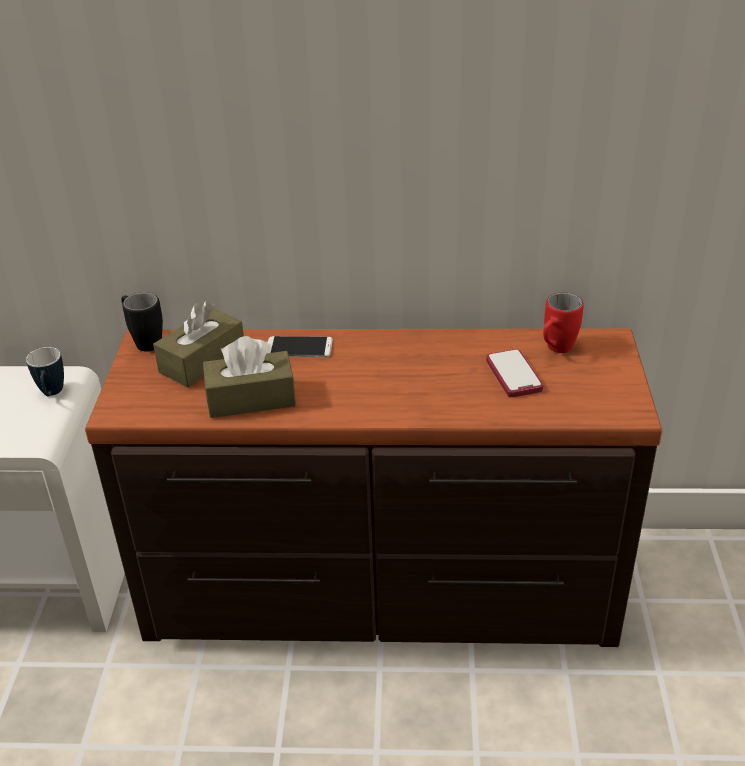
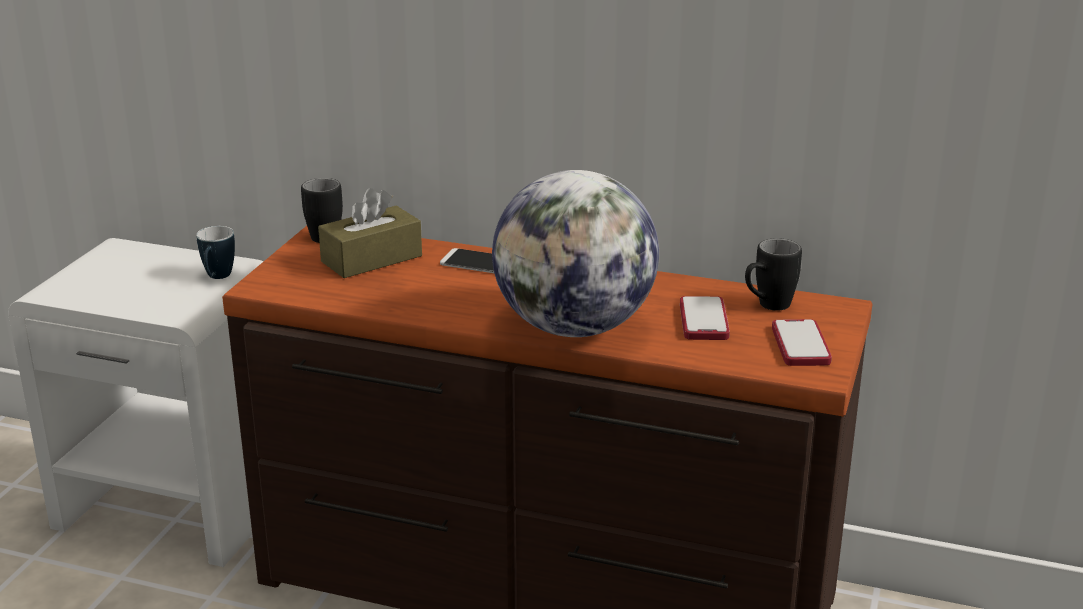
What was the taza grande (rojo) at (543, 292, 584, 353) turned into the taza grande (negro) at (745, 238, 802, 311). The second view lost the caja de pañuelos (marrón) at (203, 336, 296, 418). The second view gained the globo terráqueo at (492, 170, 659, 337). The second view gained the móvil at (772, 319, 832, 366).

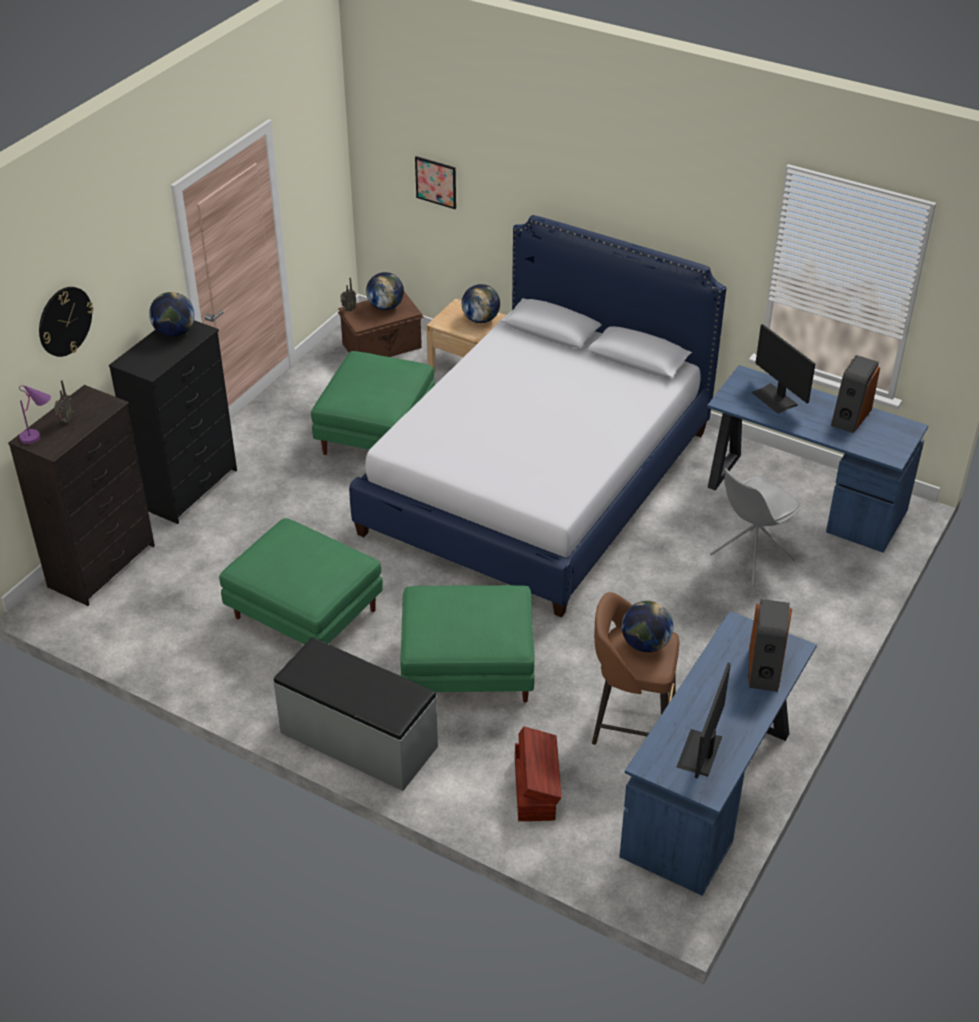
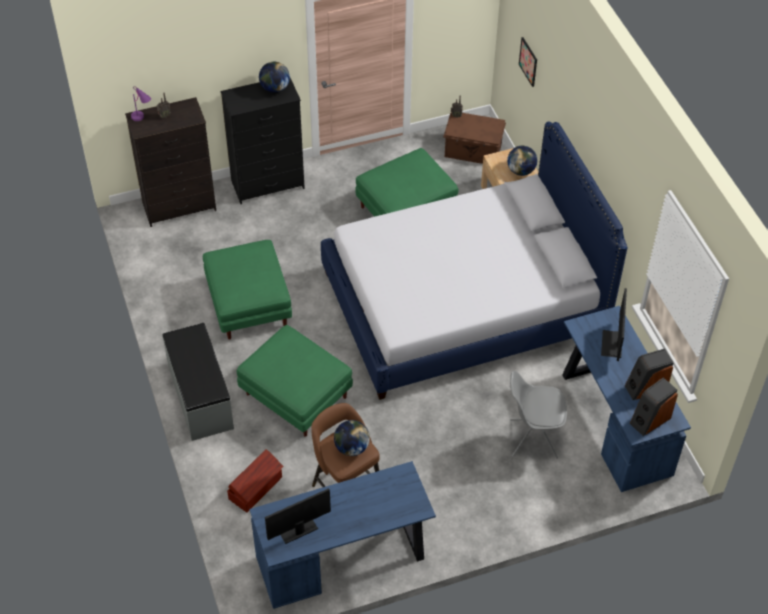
The second view lost the globo terráqueo at (366, 272, 404, 310). The second view lost the reloj de pared at (39, 287, 93, 357). The altavoz ended up elsewhere, having gone from (748, 599, 792, 692) to (630, 377, 678, 436).

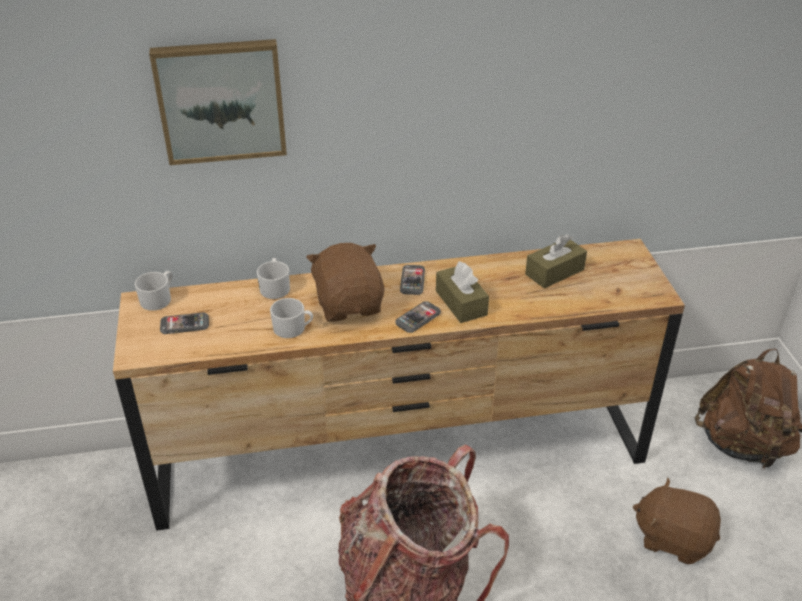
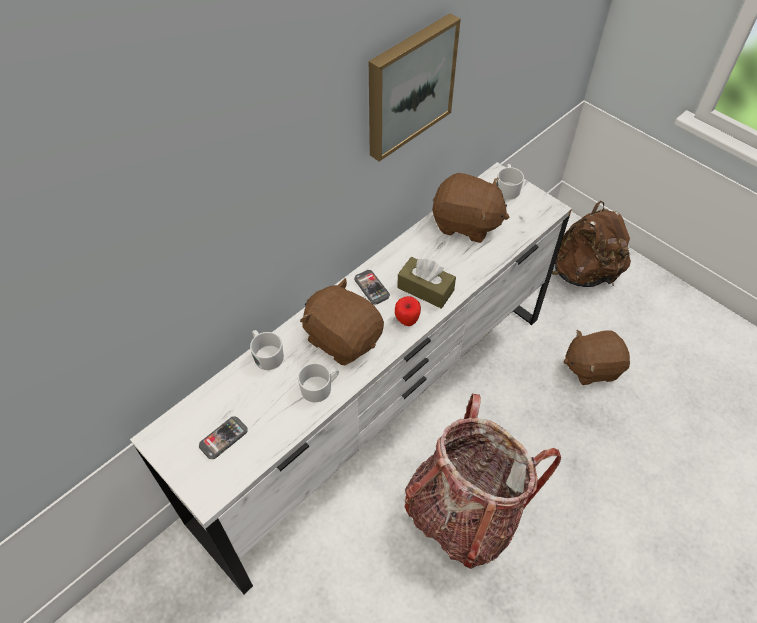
The cuadro ended up elsewhere, having gone from (149, 39, 287, 165) to (369, 13, 461, 162). Where the caja de pañuelos (marrón) stood at (525, 234, 587, 289), the peluche (marrón) came to stand at (432, 173, 509, 243). What was the cómoda (marrón) at (113, 239, 685, 531) turned into the cómoda (blanco) at (130, 162, 572, 594). The taza grande (blanco) ended up elsewhere, having gone from (135, 271, 172, 311) to (497, 164, 524, 200). Where the móvil stood at (395, 301, 441, 333), the manzana came to stand at (395, 296, 421, 326).

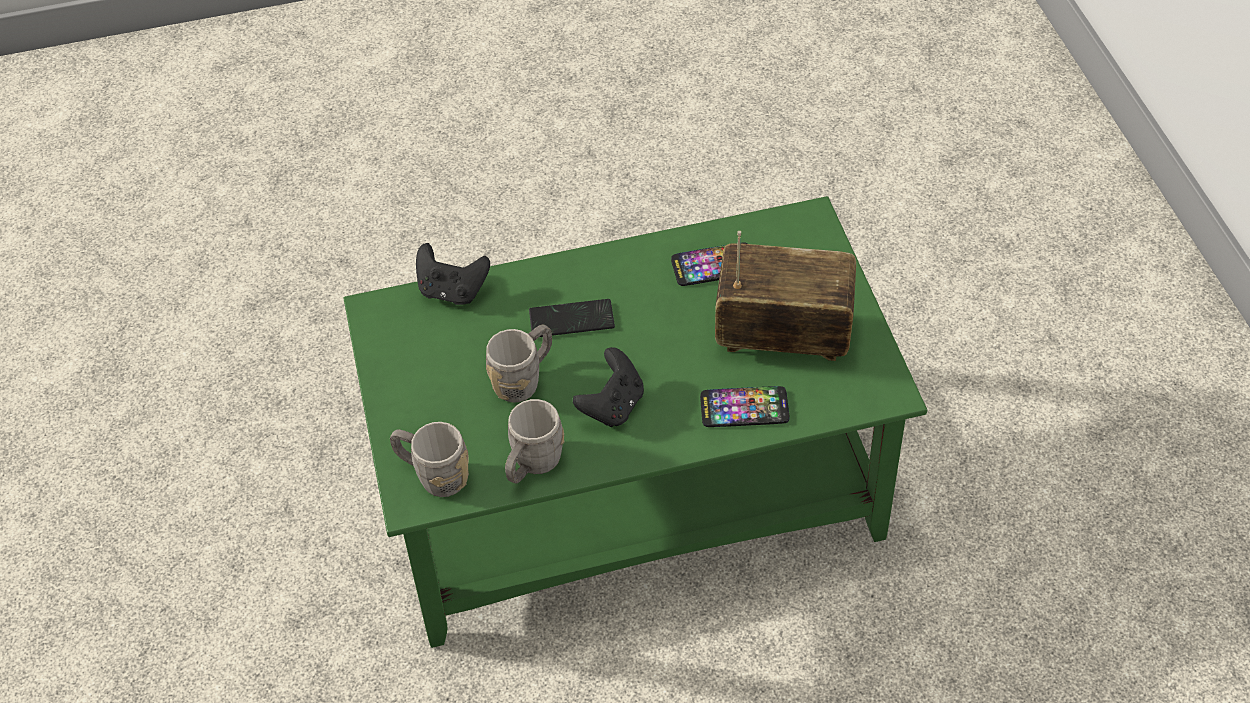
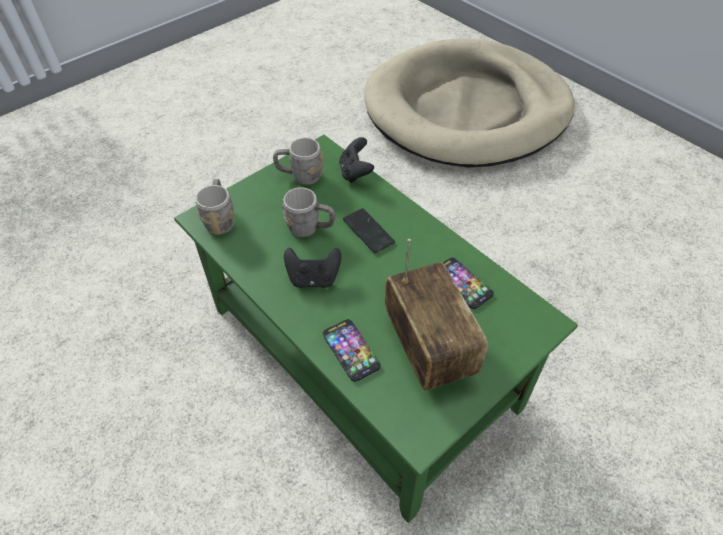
The taza grande (gris) ended up elsewhere, having gone from (505, 399, 565, 484) to (273, 138, 324, 185). The second view gained the cama para perro (beis) at (364, 38, 575, 168).

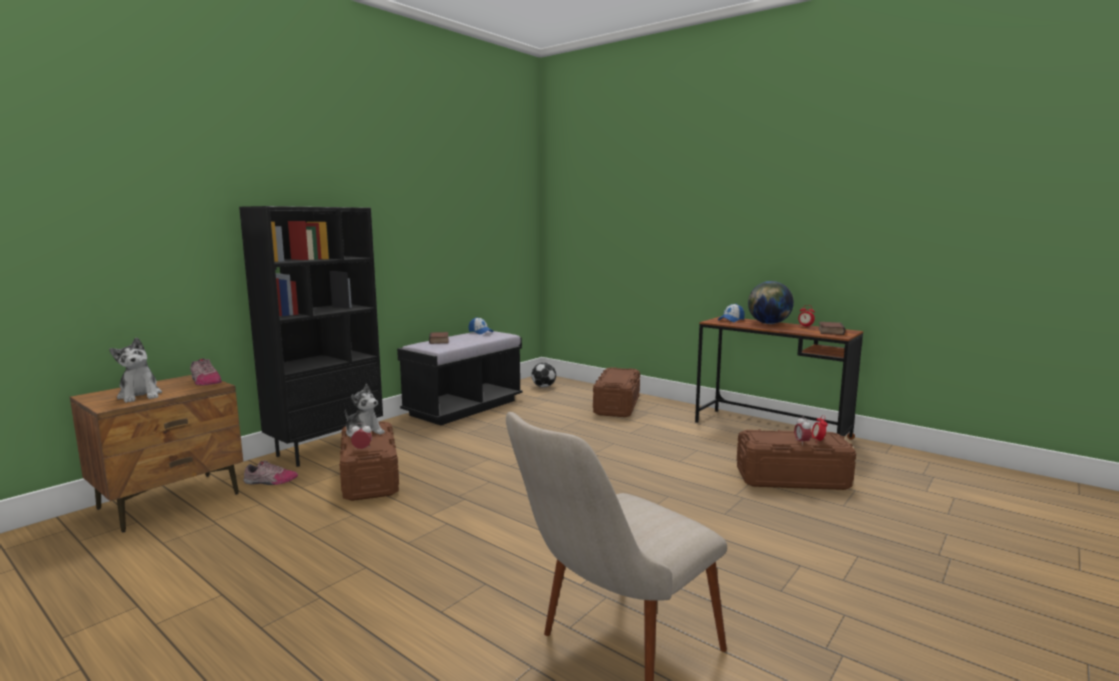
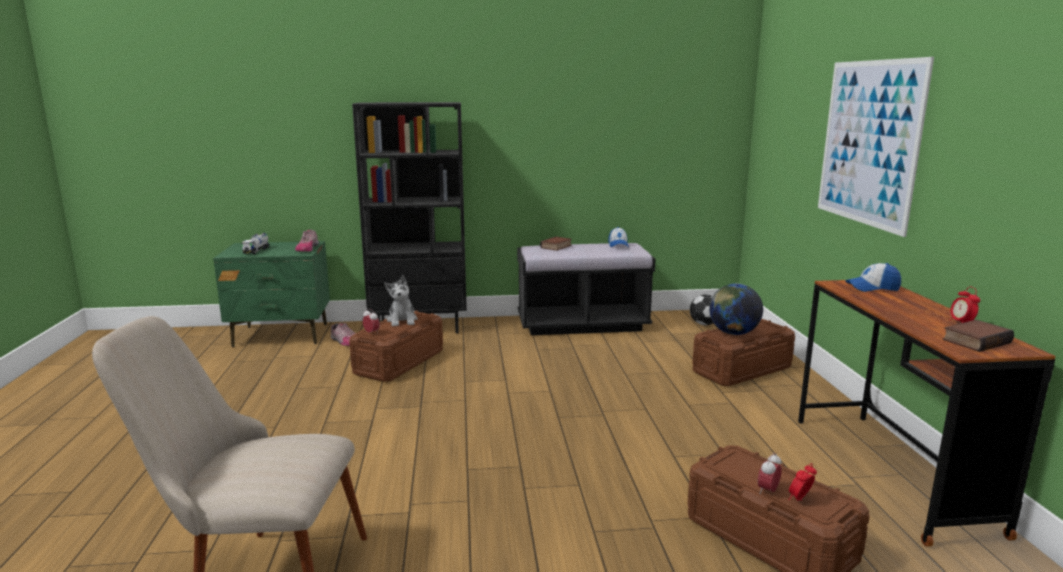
The globo terráqueo ended up elsewhere, having gone from (748, 281, 794, 324) to (709, 284, 763, 335). Where the peluche stood at (109, 338, 162, 403), the camión de juguete came to stand at (242, 233, 270, 254). What was the mesita de noche (marrón) at (70, 375, 243, 532) turned into the mesita de noche (verde) at (213, 241, 330, 347). The second view gained the cuadro at (818, 57, 934, 237).

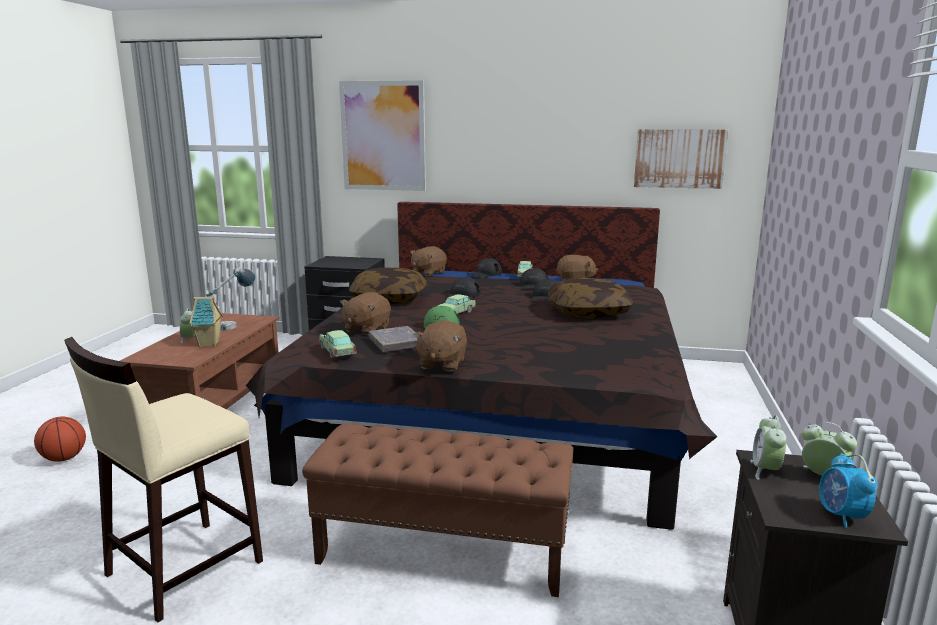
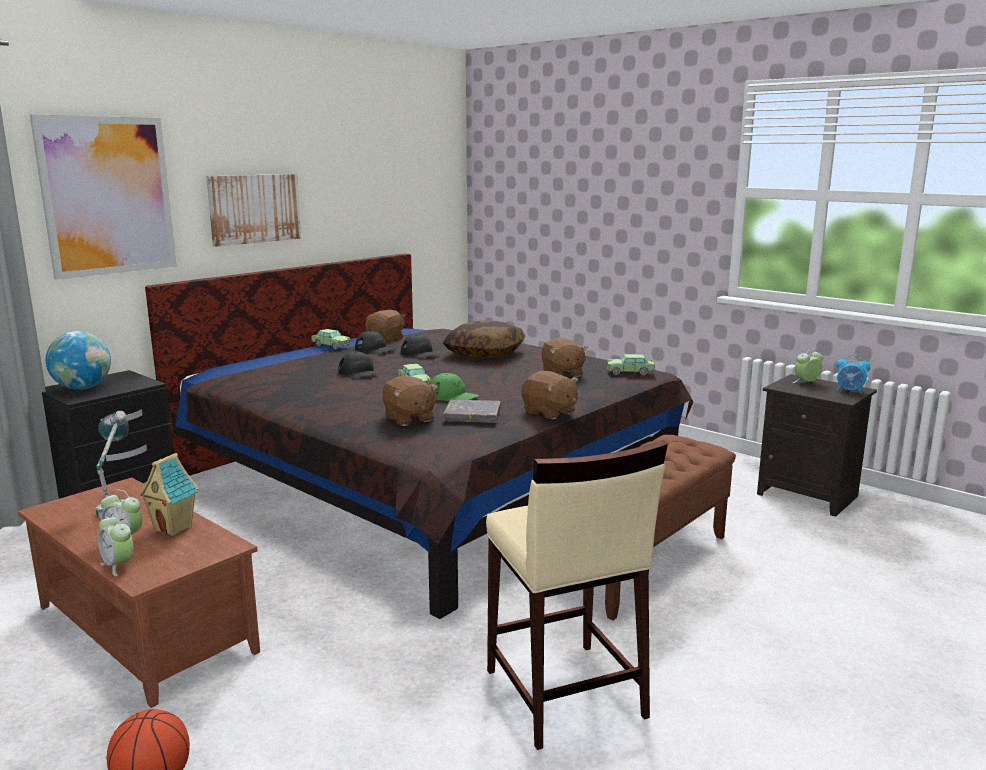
The cuadro ended up elsewhere, having gone from (634, 129, 728, 189) to (206, 174, 301, 247). The peluche (marrón) ended up elsewhere, having gone from (410, 246, 447, 276) to (541, 338, 588, 377). The second view lost the gorra (negro) at (468, 258, 502, 278). The second view lost the cojín at (349, 267, 426, 304). The coche de juguete ended up elsewhere, having gone from (319, 330, 356, 358) to (607, 354, 655, 375). The despertador ended up elsewhere, having gone from (750, 415, 787, 480) to (98, 513, 134, 576). The second view gained the globo terráqueo at (46, 331, 111, 390).

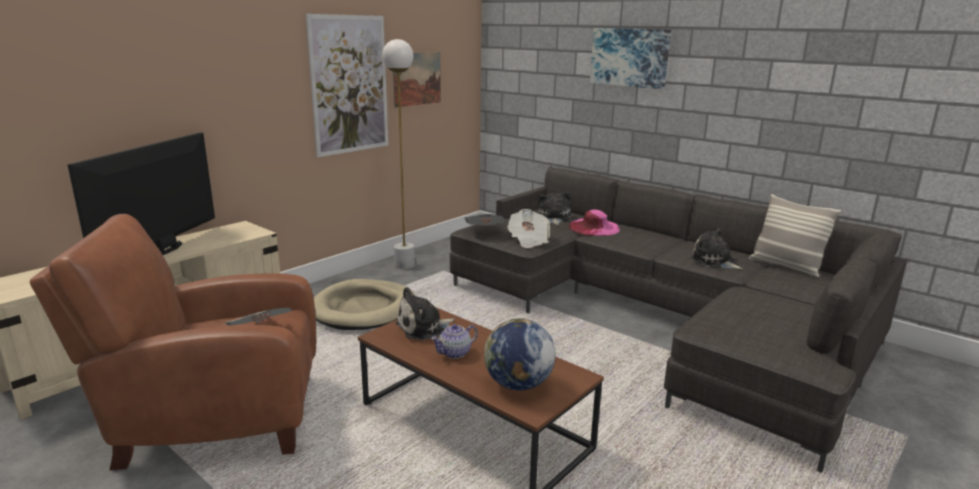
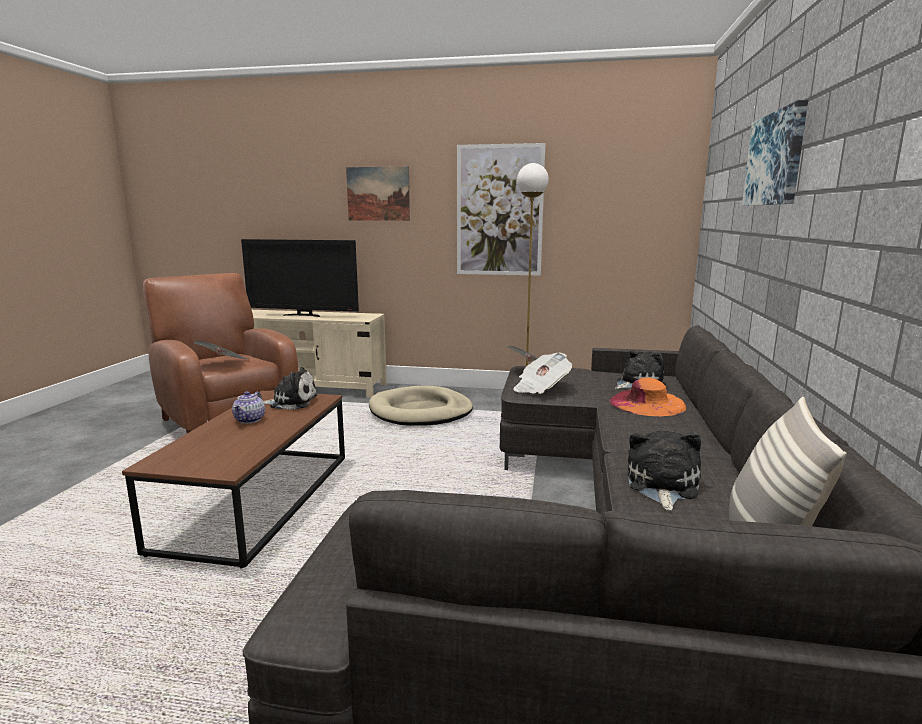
The cuadro ended up elsewhere, having gone from (393, 52, 441, 107) to (346, 166, 410, 221). The televisor at (67, 132, 215, 255) ended up facing another way, 150 degrees counterclockwise from before. What was the sombrero (rosa) at (569, 210, 620, 236) turned into the sombrero (naranja) at (609, 377, 686, 416). The peluche at (396, 287, 455, 340) ended up facing another way, 150 degrees clockwise from before. The second view lost the globo terráqueo at (484, 318, 556, 391). The tetera at (431, 324, 478, 359) ended up facing another way, 105 degrees counterclockwise from before.

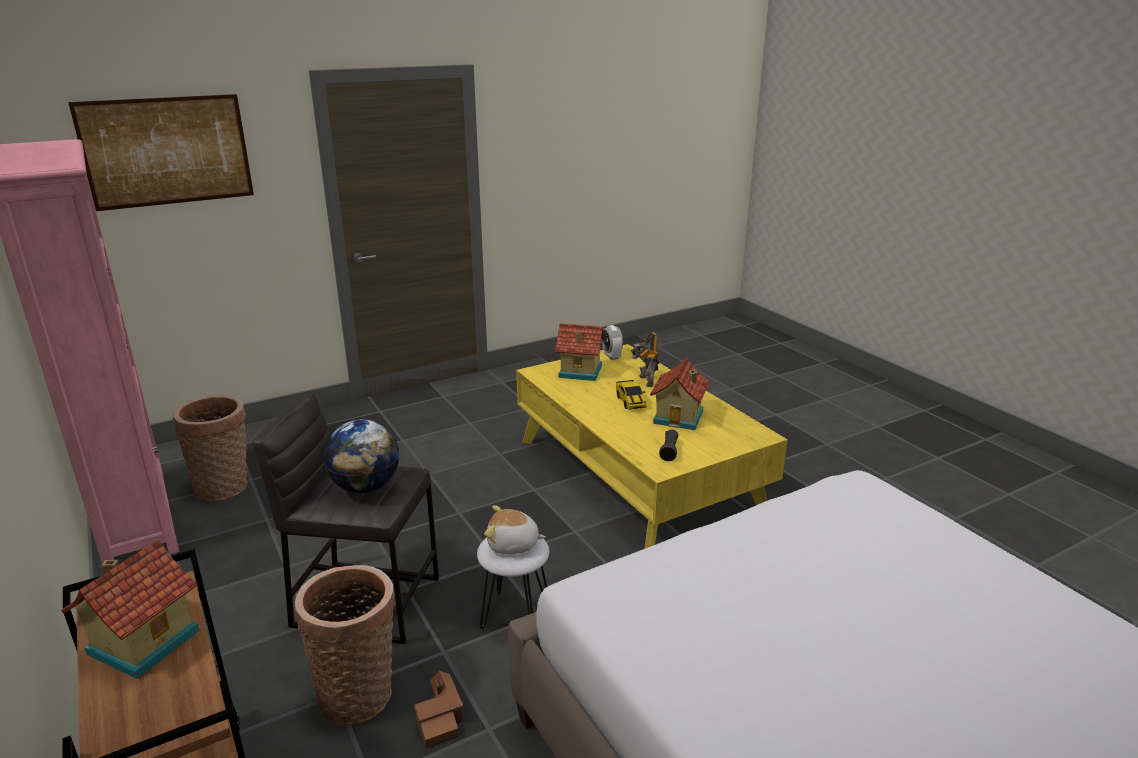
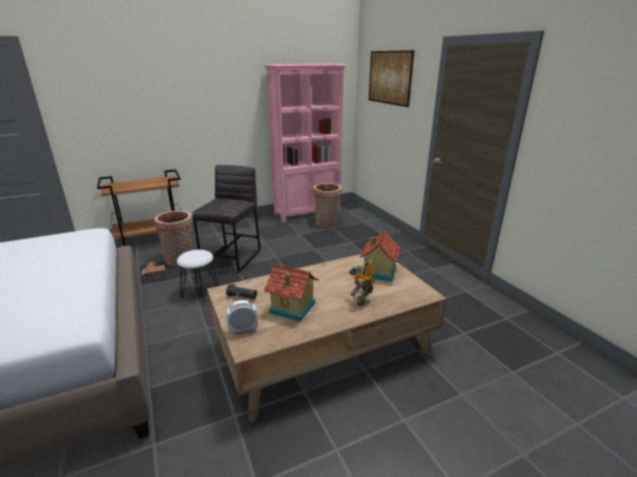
The despertador ended up elsewhere, having gone from (601, 325, 623, 360) to (226, 300, 258, 334). The robot de juguete at (631, 332, 659, 387) ended up facing another way, 60 degrees counterclockwise from before. What was the mesa de centro (amarillo) at (516, 344, 787, 549) turned into the mesa de centro (marrón) at (207, 254, 447, 422). The second view lost the coche de juguete at (616, 380, 647, 410). The second view lost the globo terráqueo at (323, 420, 399, 493). The second view lost the peluche at (484, 505, 545, 554). The second view lost the casita at (61, 539, 199, 679).

